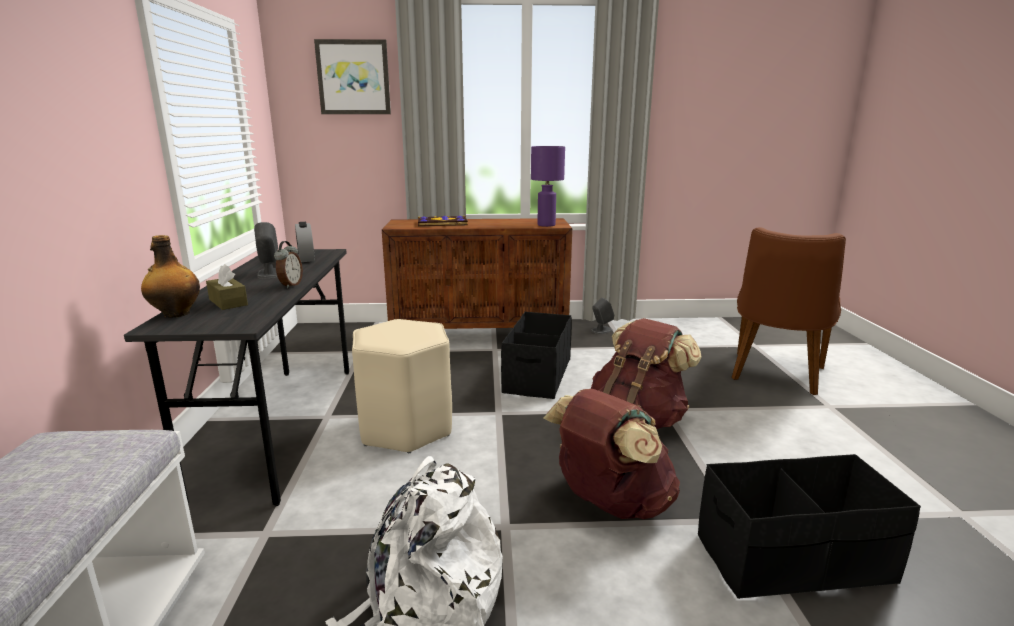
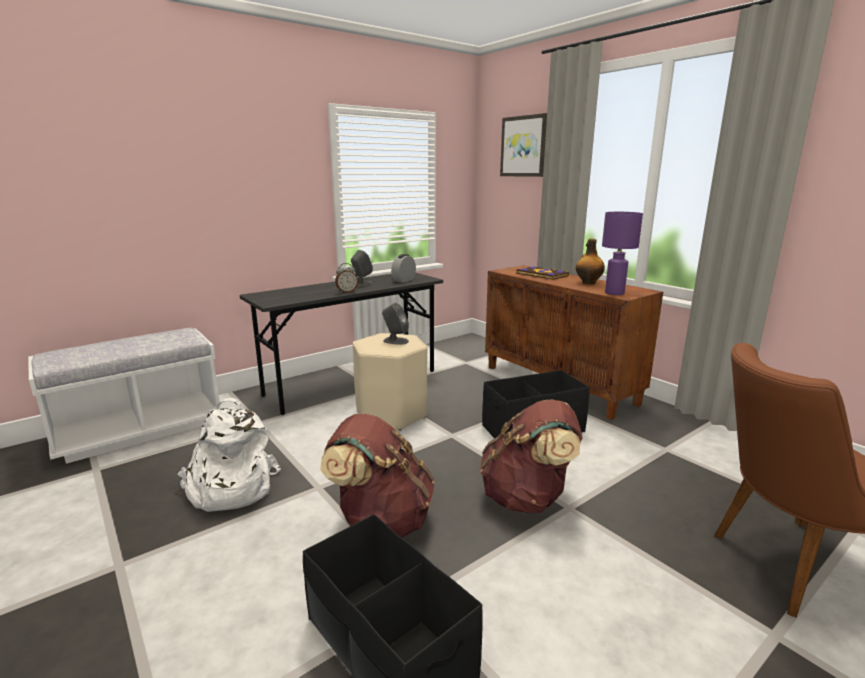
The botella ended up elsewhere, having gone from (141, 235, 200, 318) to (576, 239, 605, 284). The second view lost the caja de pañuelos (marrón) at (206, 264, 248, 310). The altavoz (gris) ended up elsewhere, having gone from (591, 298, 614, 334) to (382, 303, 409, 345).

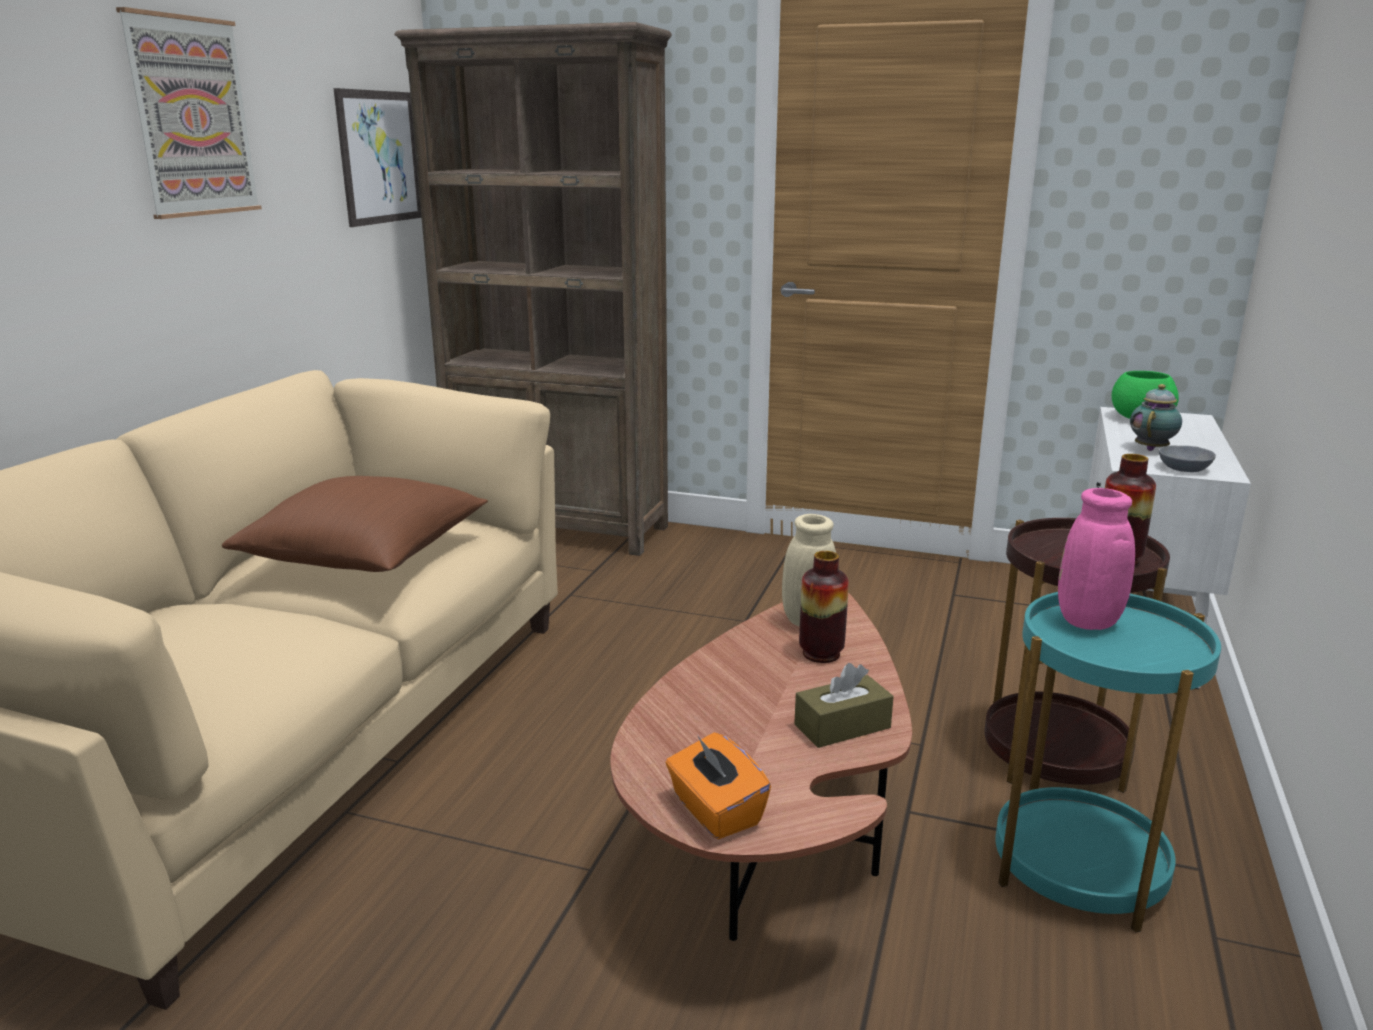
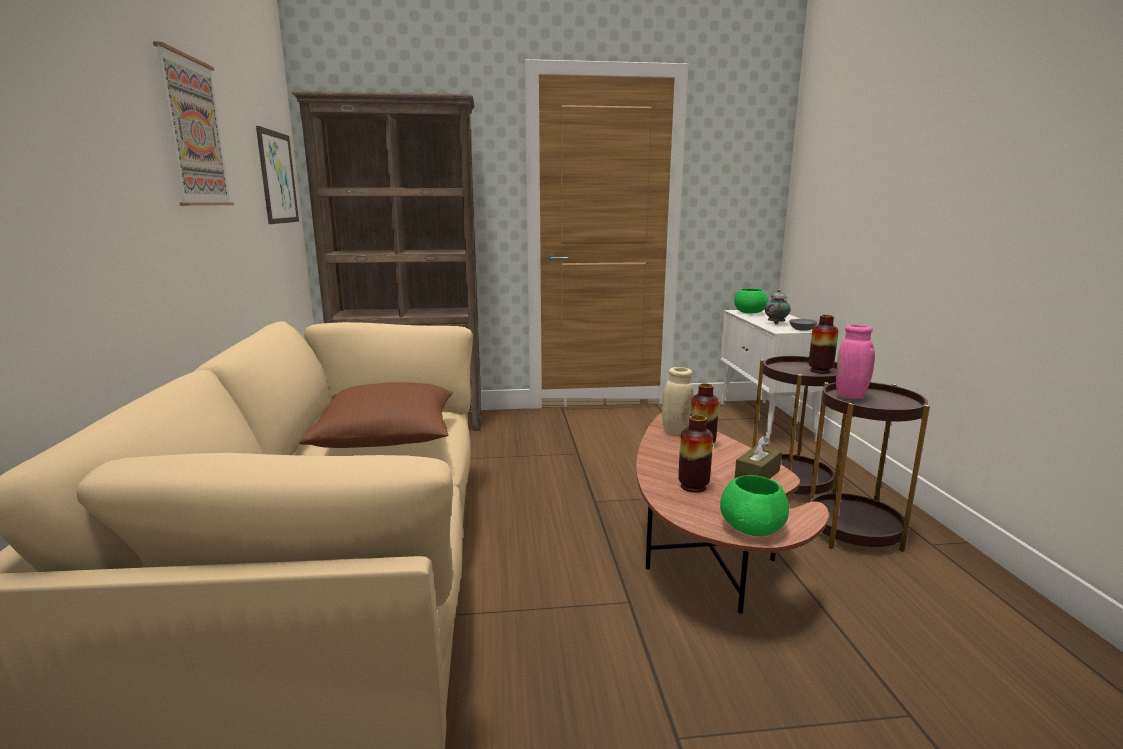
What was the mesa auxiliar (turquesa) at (995, 592, 1221, 933) turned into the mesa auxiliar (marrón) at (809, 382, 930, 552). Where the caja de pañuelos (naranja) stood at (666, 732, 771, 839), the cuenco (verde) came to stand at (720, 475, 789, 536). The second view gained the florero at (678, 415, 713, 493).

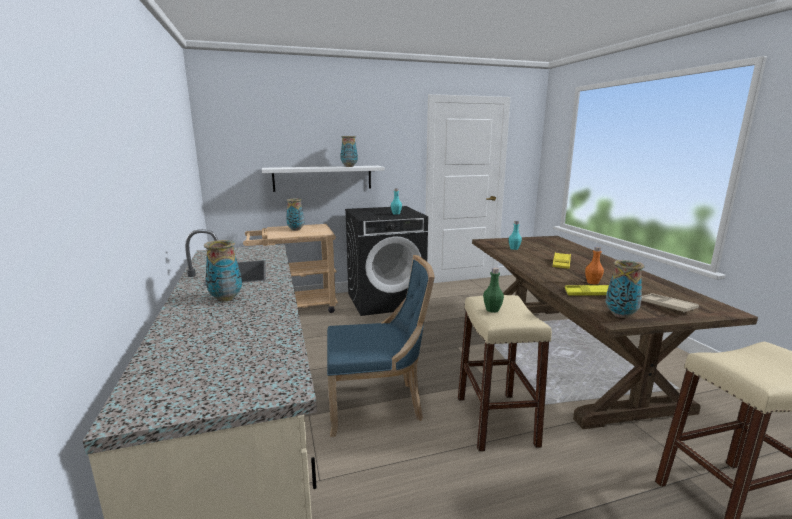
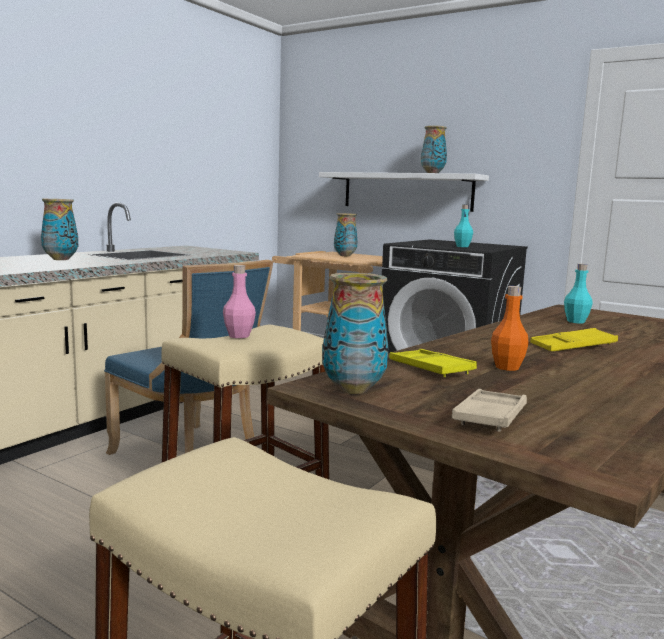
What was the botella (verde) at (483, 267, 504, 313) turned into the botella (rosa) at (223, 265, 256, 338).

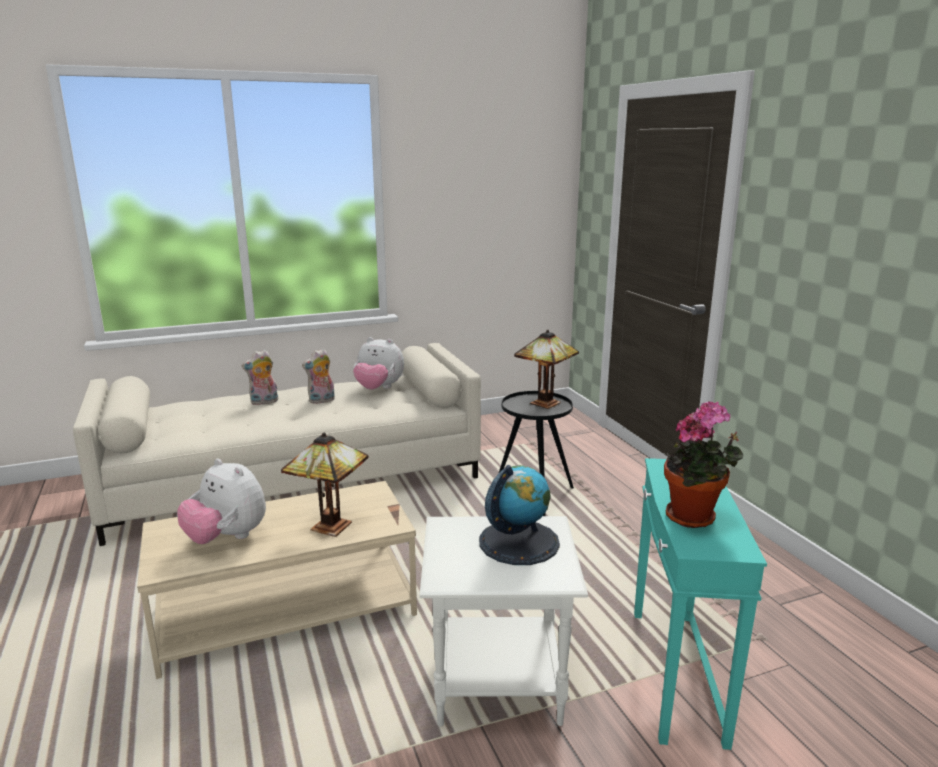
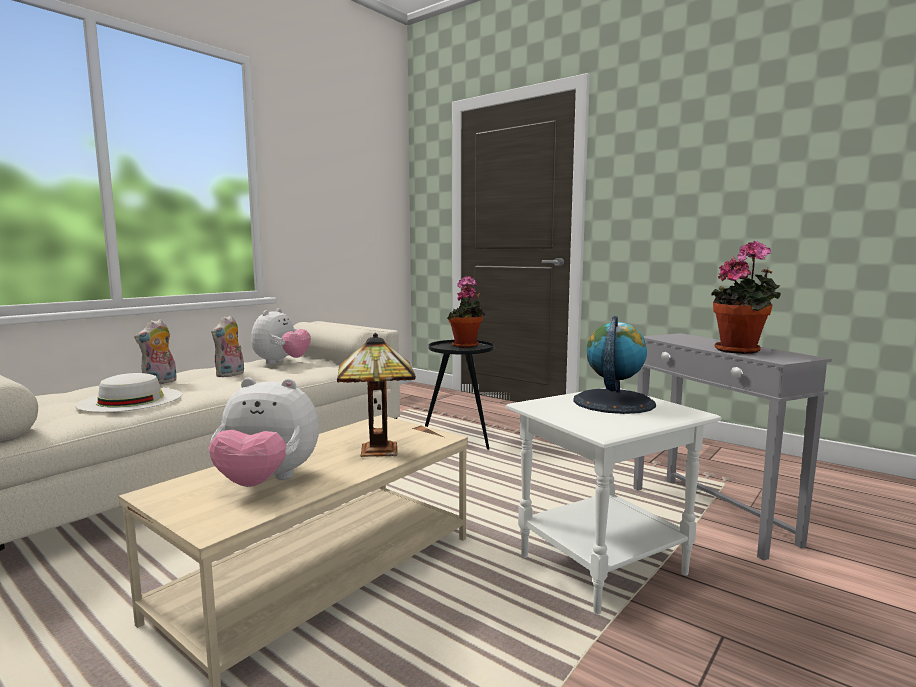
Where the lámpara de mesa stood at (514, 329, 579, 409), the planta en maceta came to stand at (447, 276, 485, 348). The peluche at (353, 337, 404, 390) ended up facing another way, 60 degrees counterclockwise from before. What was the mesa auxiliar (turquesa) at (634, 458, 767, 750) turned into the mesa auxiliar (gris) at (633, 333, 832, 561). The second view gained the sombrero (blanco) at (75, 373, 182, 412).

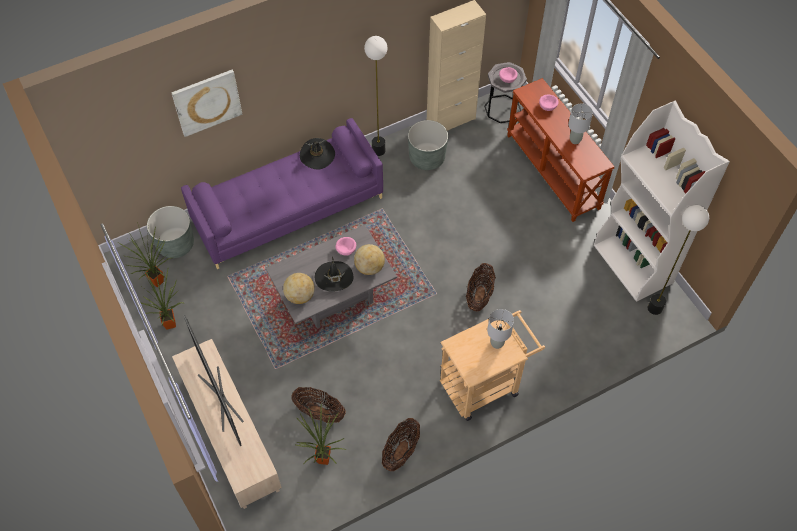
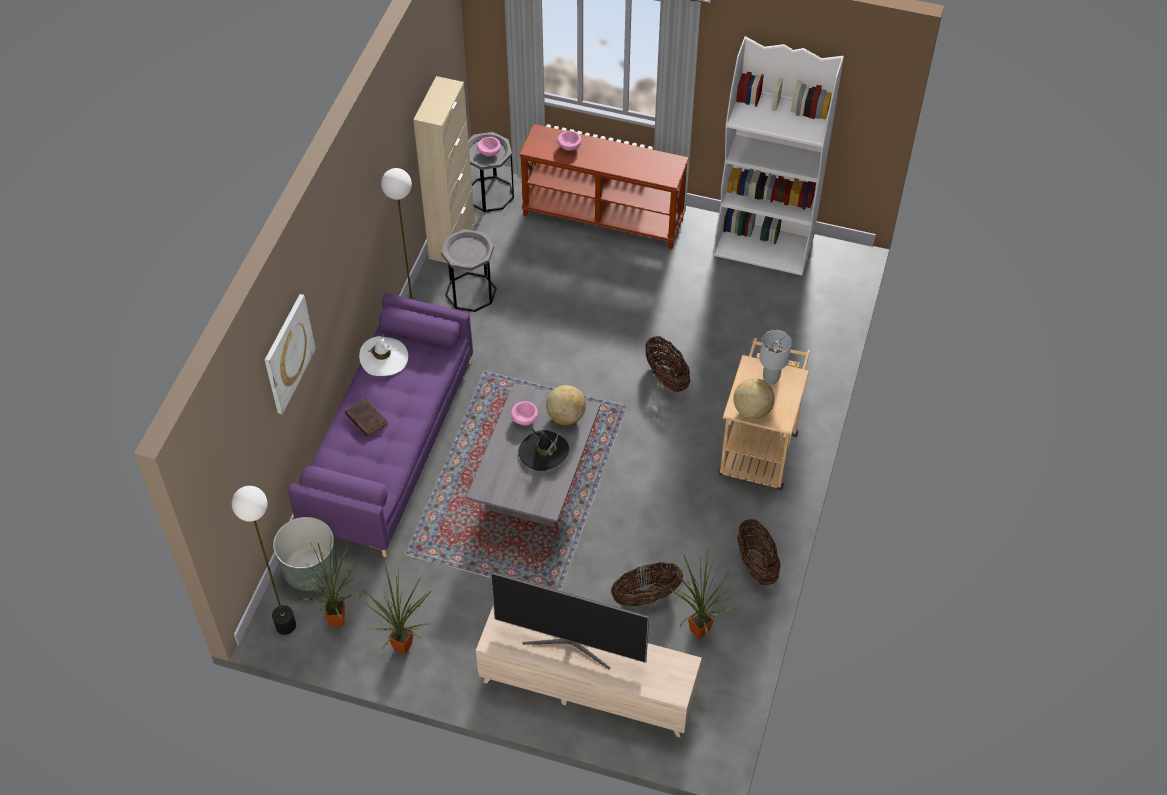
The second view lost the lámpara de mesa (gris) at (568, 103, 593, 144). Where the maceta (gris) stood at (408, 120, 448, 170), the mesa auxiliar (gris) came to stand at (441, 229, 497, 312). What was the sombrero (negro) at (300, 138, 335, 170) turned into the sombrero (blanco) at (359, 334, 408, 376). The lámpara de pie ended up elsewhere, having gone from (648, 205, 709, 315) to (232, 486, 296, 635). The globo terráqueo ended up elsewhere, having gone from (283, 273, 315, 304) to (734, 378, 775, 419). The second view gained the libro (marrón) at (345, 398, 388, 437).

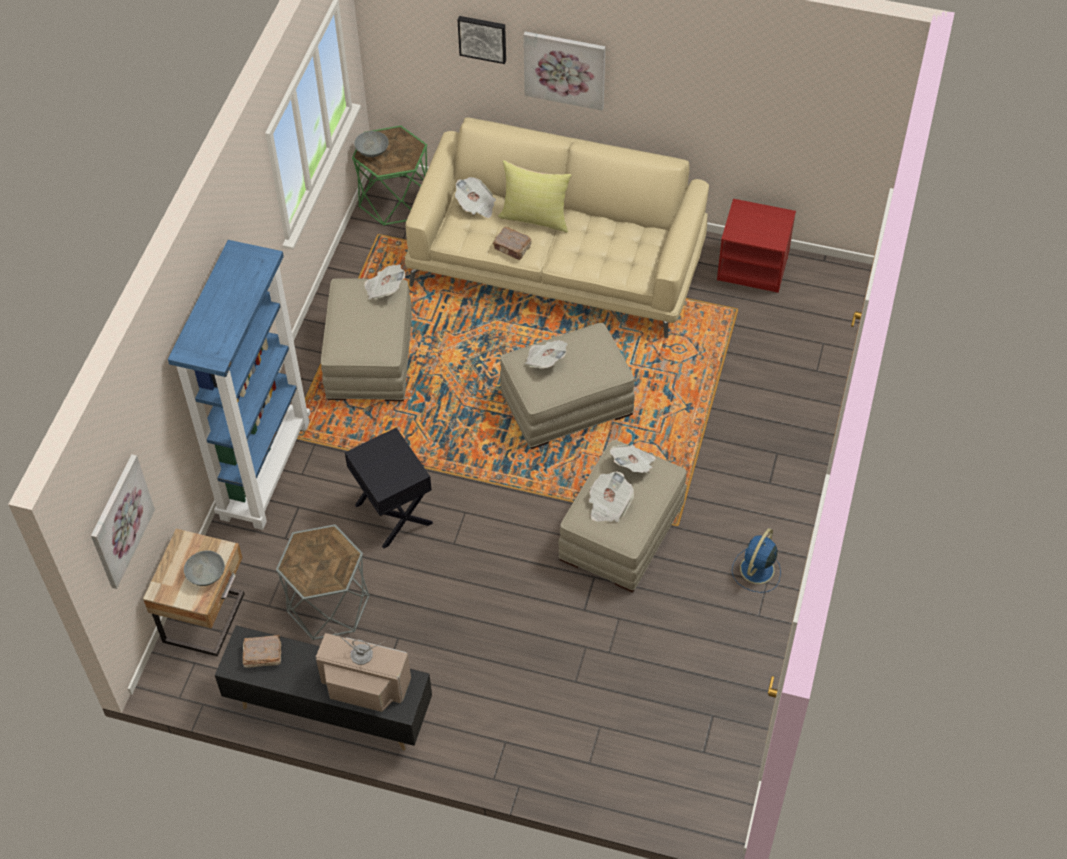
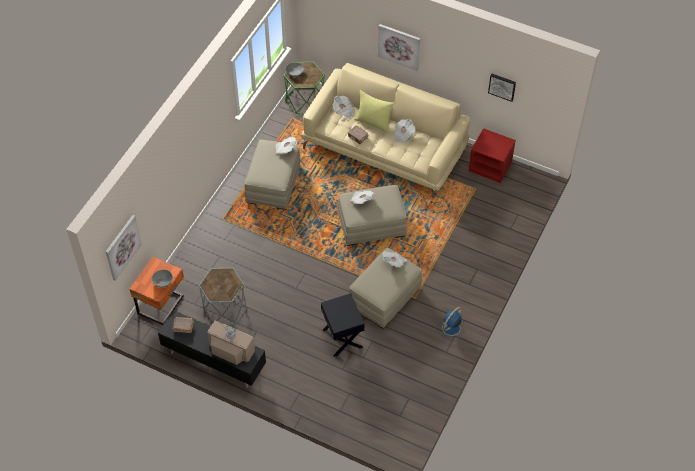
The cuadro ended up elsewhere, having gone from (458, 16, 506, 64) to (488, 74, 516, 102). The second view lost the estantería (azul) at (168, 240, 310, 530). The mesa auxiliar (negro) ended up elsewhere, having gone from (345, 428, 433, 549) to (321, 293, 365, 357). The periódico ended up elsewhere, having gone from (589, 471, 634, 522) to (393, 119, 416, 143). What was the mesita de noche (beis) at (143, 529, 245, 656) turned into the mesita de noche (naranja) at (130, 257, 184, 325).

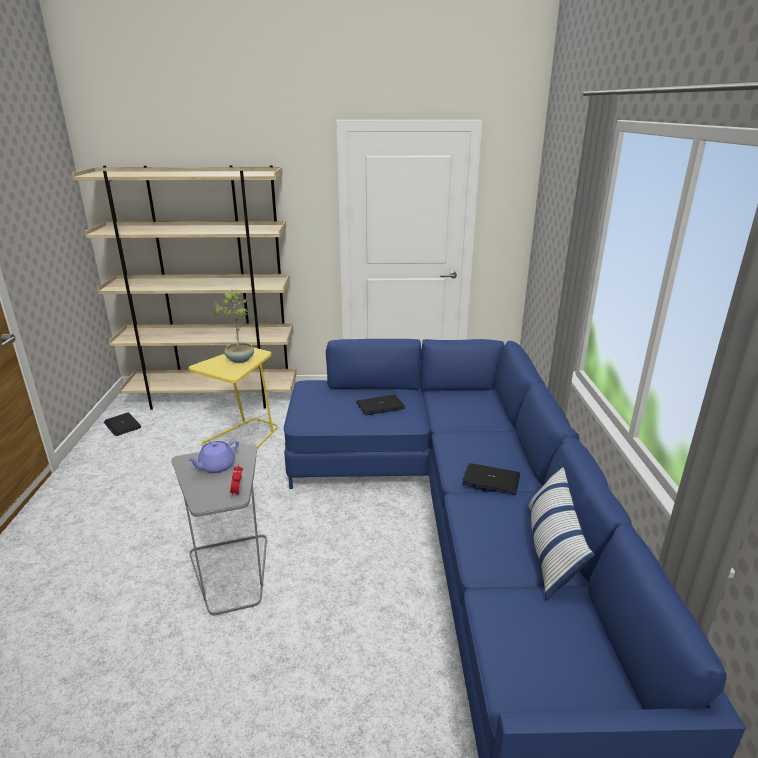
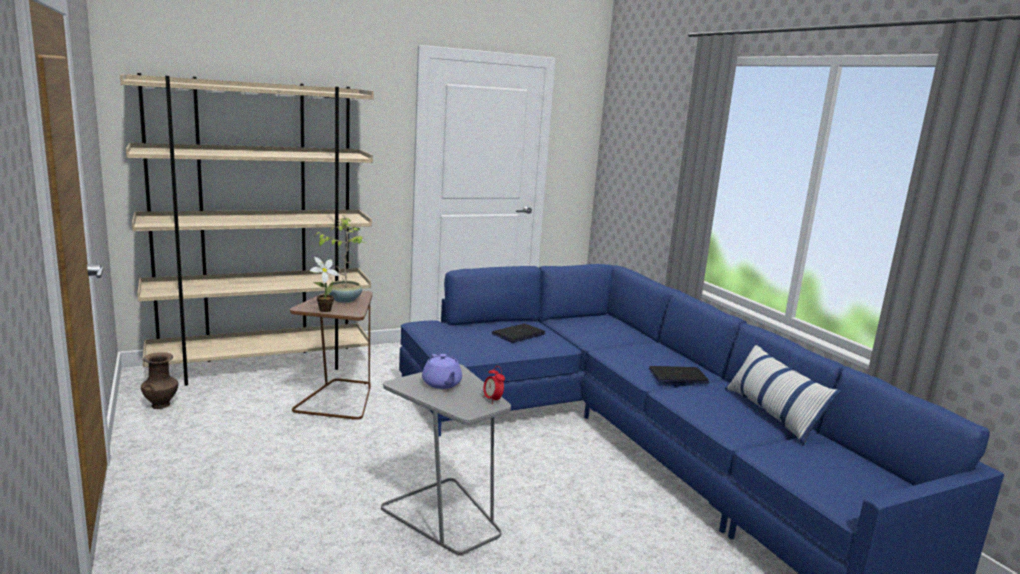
What was the mesa auxiliar (amarillo) at (189, 347, 278, 449) turned into the mesa auxiliar (marrón) at (290, 291, 372, 420). Where the portátil stood at (104, 412, 141, 436), the florero (marrón) came to stand at (141, 352, 178, 409). The tetera (morado) at (187, 441, 239, 473) ended up facing another way, 45 degrees counterclockwise from before. The second view gained the planta en maceta at (310, 257, 340, 312).

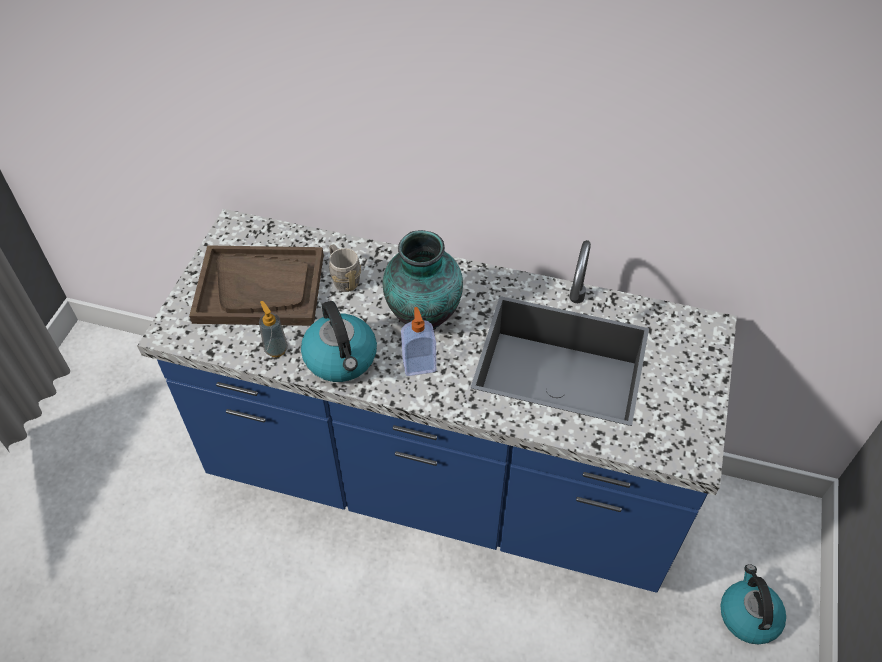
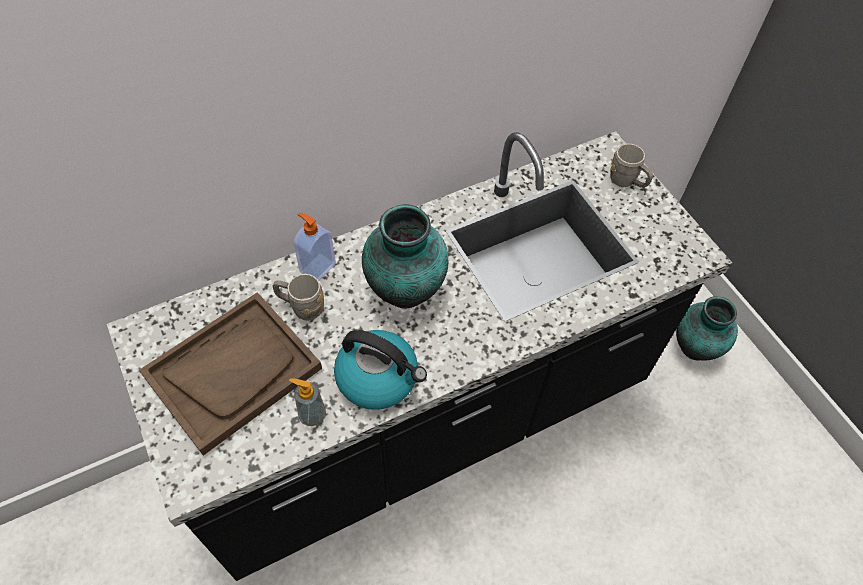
What was the mueble bajo de cocina (azul) at (137, 209, 737, 593) turned into the mueble bajo de cocina (negro) at (107, 131, 732, 581). The dispensador de jabón ended up elsewhere, having gone from (401, 307, 436, 376) to (294, 213, 336, 281). Where the hervidor stood at (720, 564, 786, 645), the florero came to stand at (676, 296, 738, 361). The second view gained the taza grande (gris) at (610, 144, 653, 188).

